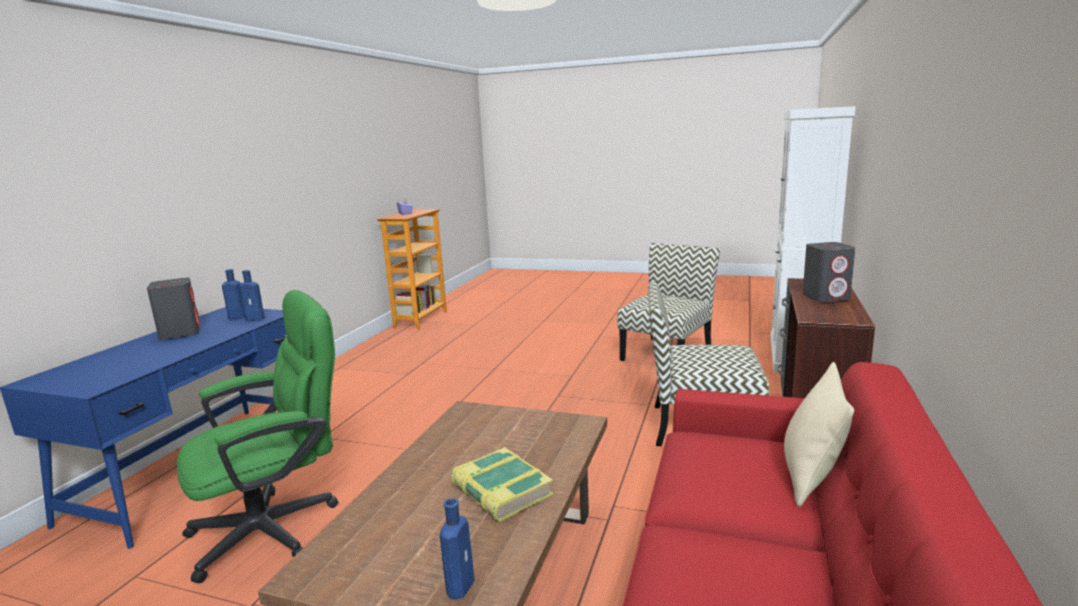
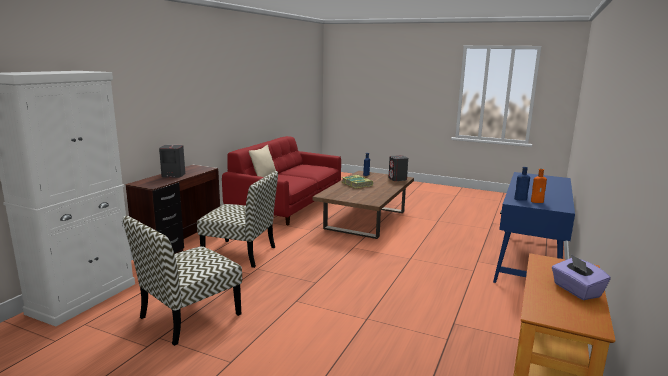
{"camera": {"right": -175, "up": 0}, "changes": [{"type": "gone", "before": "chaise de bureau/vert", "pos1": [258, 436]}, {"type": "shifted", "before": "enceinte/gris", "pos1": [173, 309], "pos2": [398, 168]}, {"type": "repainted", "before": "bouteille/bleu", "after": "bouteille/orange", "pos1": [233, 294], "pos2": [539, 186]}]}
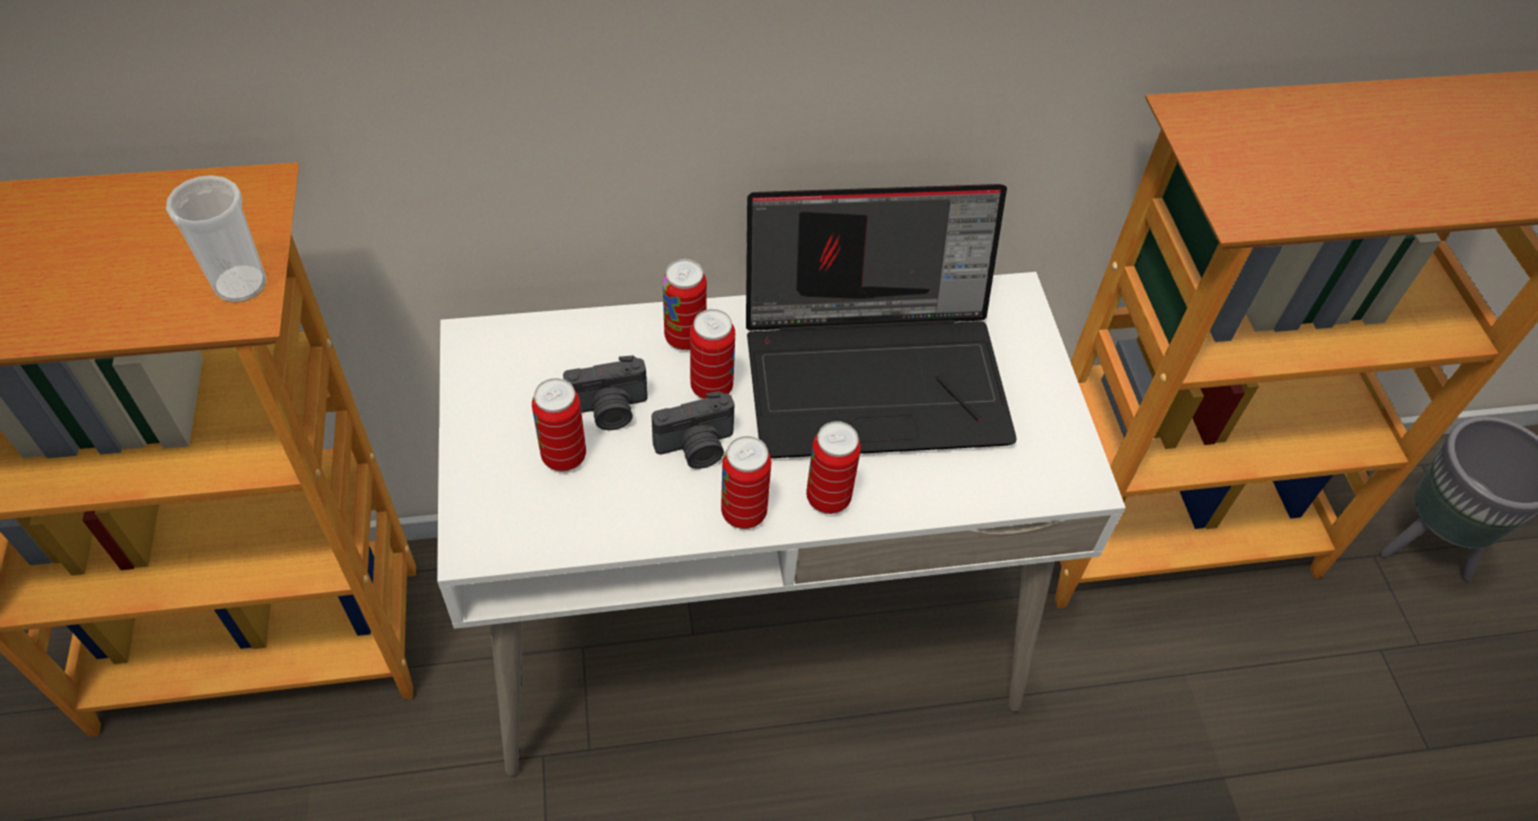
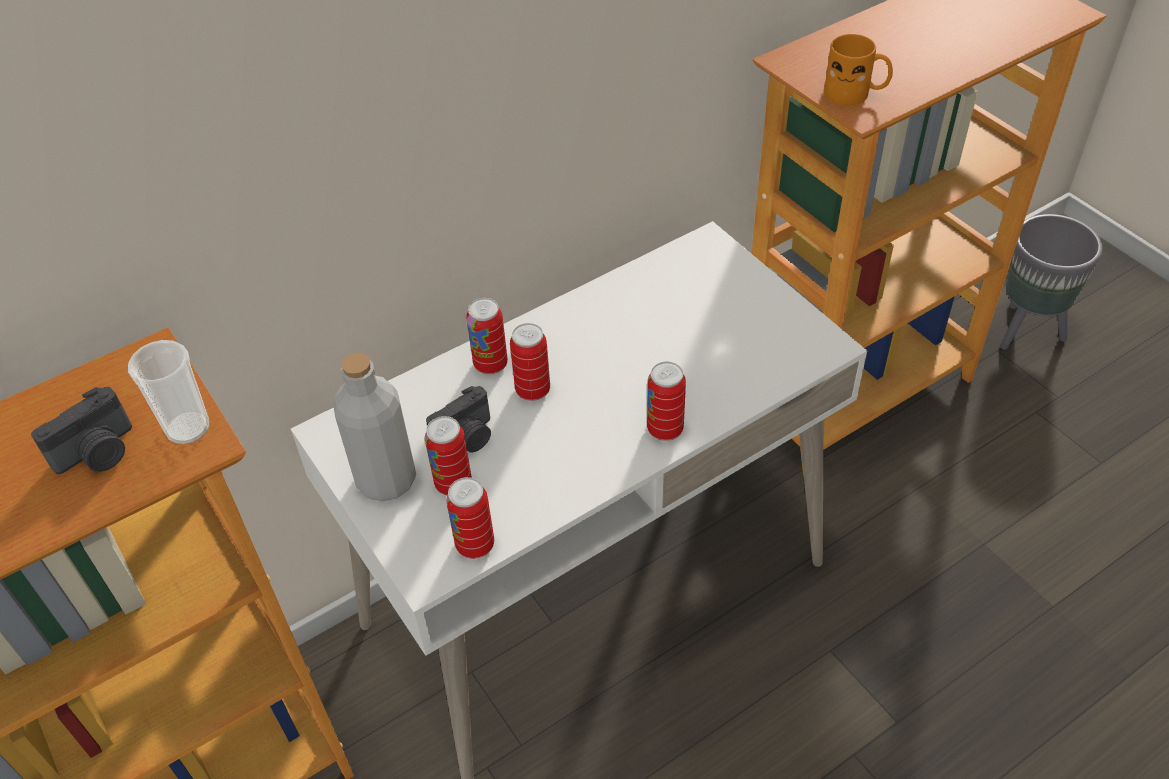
{"camera": {"right": -20, "up": -5}, "changes": [{"type": "gone", "before": "ordinateur portable", "pos1": [881, 321]}, {"type": "new", "after": "bouteille/gris", "pos2": [374, 427]}, {"type": "new", "after": "mug/orange", "pos2": [858, 70]}, {"type": "shifted", "before": "appareil photo", "pos1": [692, 430], "pos2": [81, 430]}, {"type": "shifted", "before": "boîte métallique", "pos1": [746, 482], "pos2": [470, 518]}]}
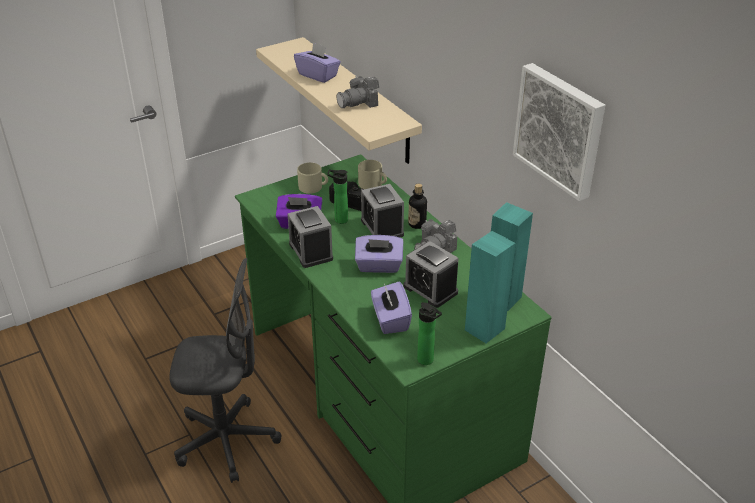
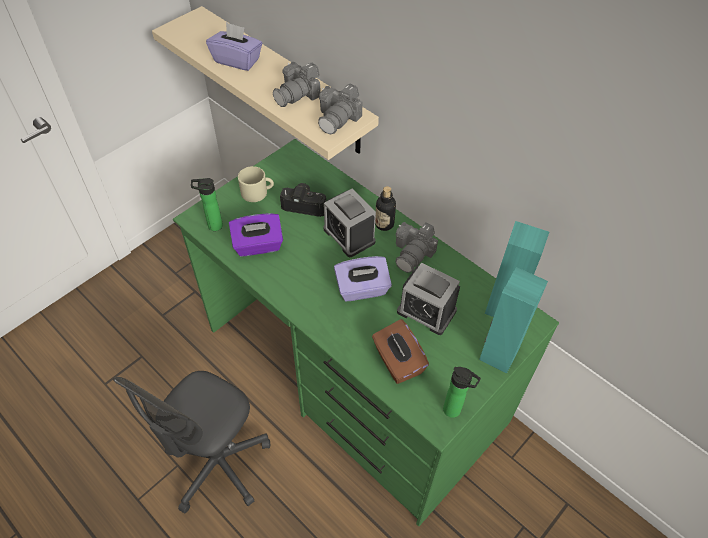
{"camera": {"right": -15, "up": 15}, "changes": [{"type": "gone", "before": "réveil", "pos1": [310, 237]}, {"type": "gone", "before": "mug/beige", "pos1": [372, 174]}, {"type": "gone", "before": "tableau", "pos1": [559, 132]}, {"type": "new", "after": "appareil photo", "pos2": [340, 108]}, {"type": "shifted", "before": "bouteille", "pos1": [337, 196], "pos2": [207, 204]}, {"type": "repainted", "before": "boîte à mouchoirs/violet", "after": "boîte à mouchoirs/marron", "pos1": [391, 308], "pos2": [400, 351]}, {"type": "rotated", "before": "chaise de bureau/gris", "pos1": [225, 370], "pos2": [191, 442], "turn": 135}]}
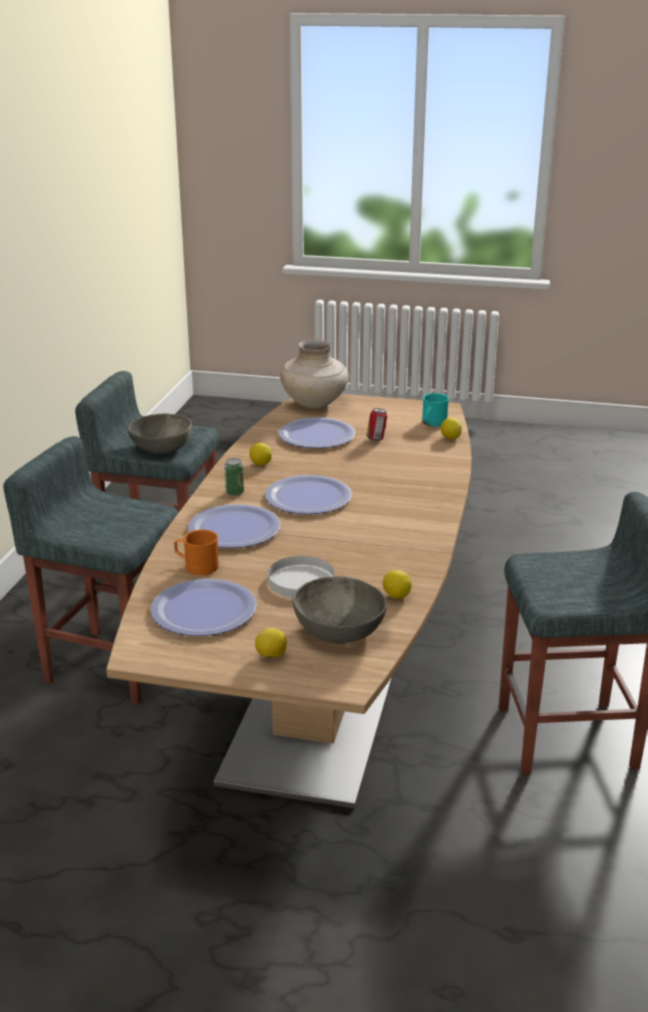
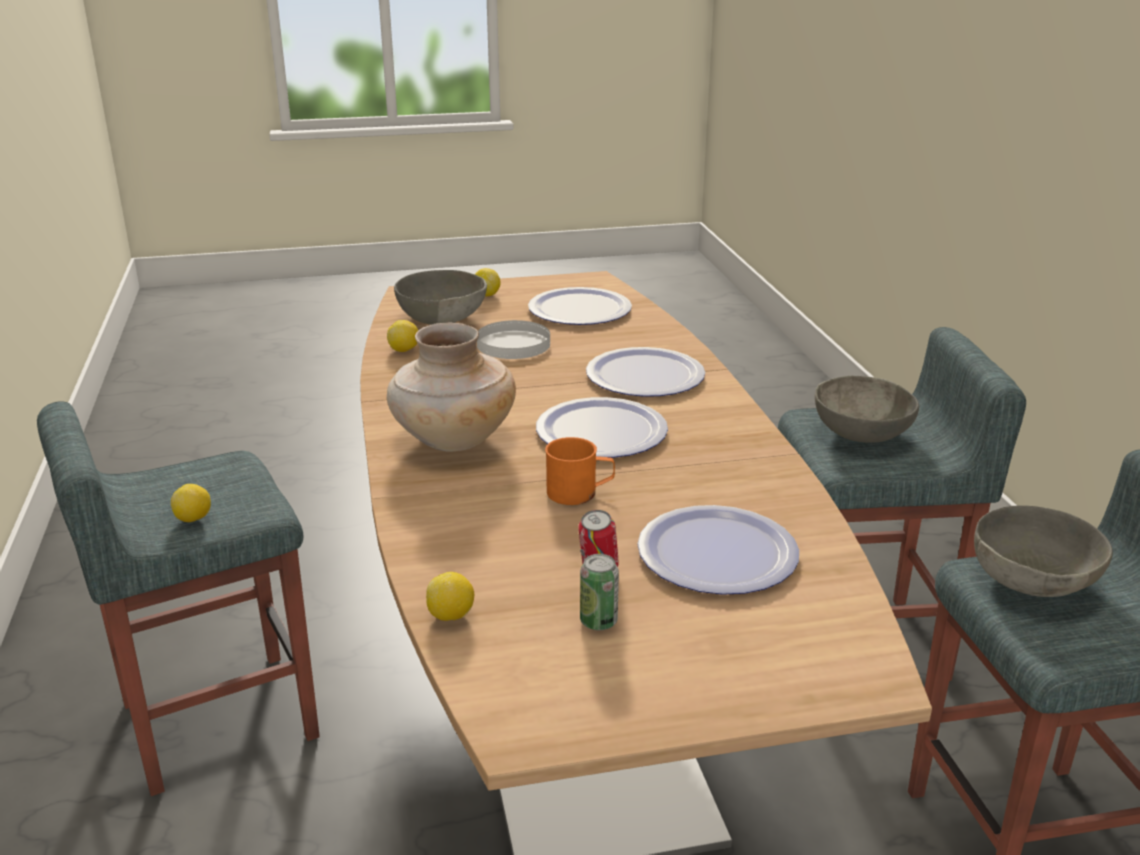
{"camera": {"right": 155, "up": 0}, "changes": [{"type": "gone", "before": "mug/turquoise", "pos1": [435, 410]}, {"type": "new", "after": "bol/gris", "pos2": [867, 408]}, {"type": "shifted", "before": "mug/orange", "pos1": [196, 552], "pos2": [580, 471]}, {"type": "shifted", "before": "boîte métallique", "pos1": [234, 477], "pos2": [599, 592]}, {"type": "shifted", "before": "citron", "pos1": [260, 454], "pos2": [191, 503]}, {"type": "shifted", "before": "vase/beige", "pos1": [314, 374], "pos2": [451, 387]}]}
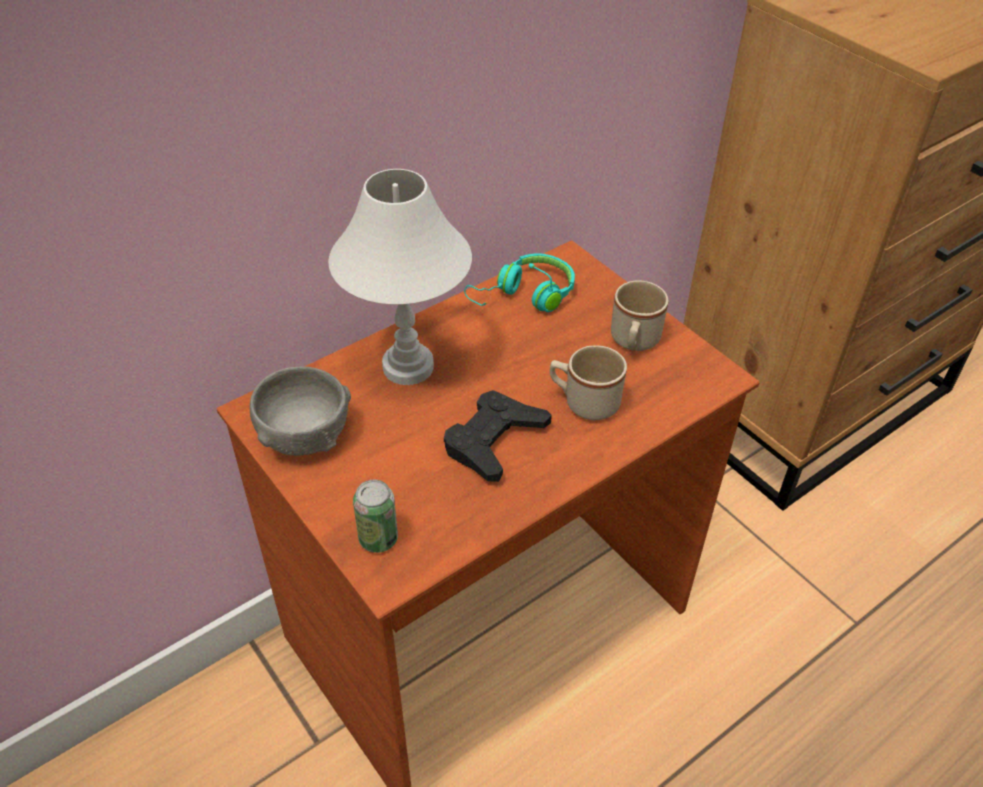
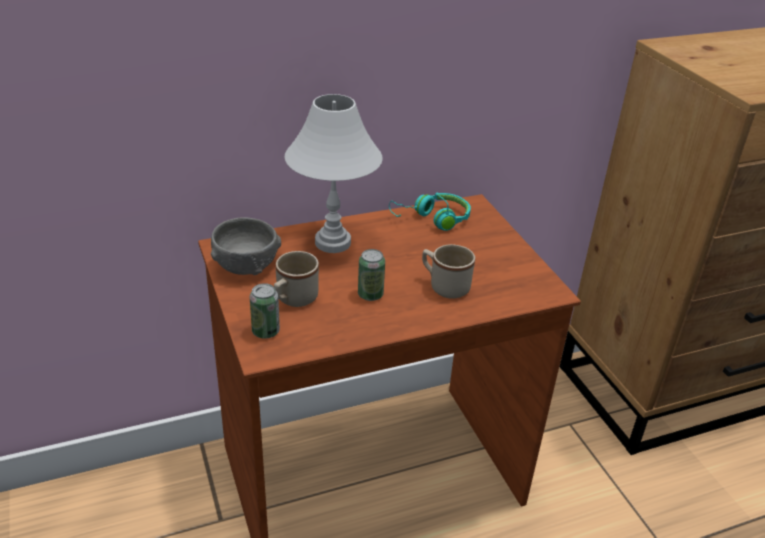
{"camera": {"right": 15, "up": -10}, "changes": [{"type": "shifted", "before": "mug/beige", "pos1": [639, 315], "pos2": [296, 279]}, {"type": "swapped", "before": "manette/noir", "after": "boîte métallique", "pos1": [498, 436], "pos2": [371, 275]}]}
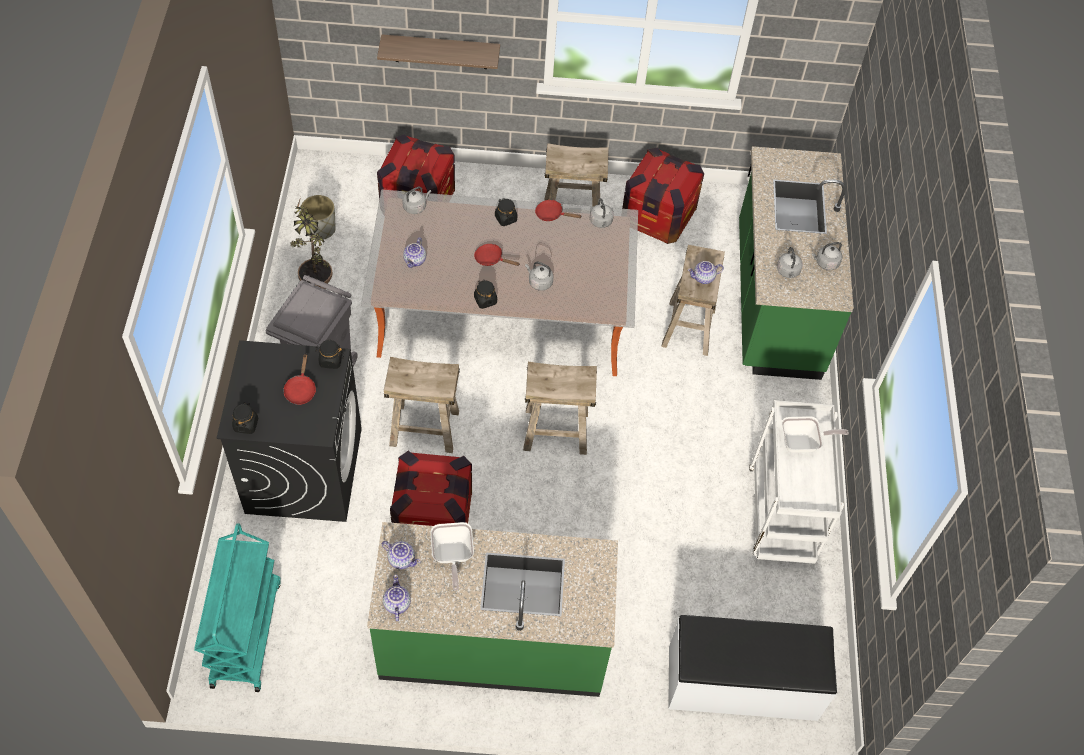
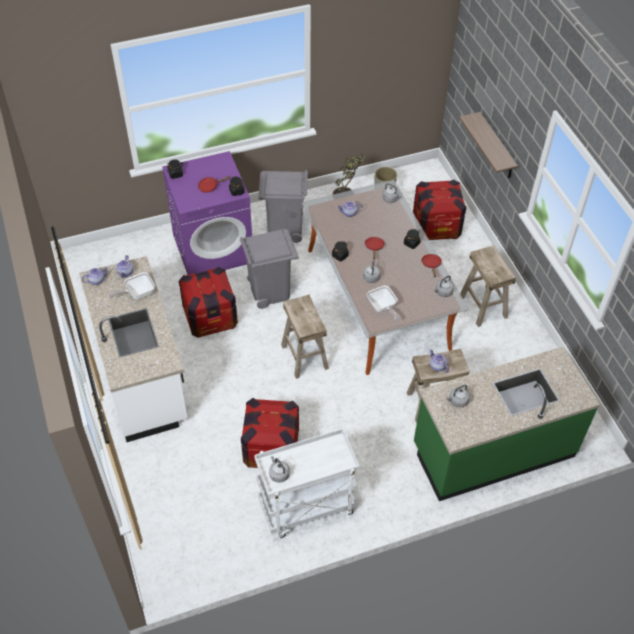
{"camera": {"right": 70, "up": -5}, "changes": [{"type": "gone", "before": "chariot/turquoise", "pos1": [237, 607]}, {"type": "gone", "before": "banc/blanc", "pos1": [752, 668]}, {"type": "shifted", "before": "caisse", "pos1": [663, 196], "pos2": [270, 433]}, {"type": "shifted", "before": "poêle", "pos1": [815, 434], "pos2": [383, 303]}, {"type": "shifted", "before": "bouilloire/gris", "pos1": [827, 256], "pos2": [279, 469]}, {"type": "swapped", "before": "tabouret/beige", "after": "poubelle/gris", "pos1": [422, 405], "pos2": [269, 269]}, {"type": "repainted", "before": "lave-linge/noir", "after": "lave-linge/violet", "pos1": [289, 431], "pos2": [207, 213]}, {"type": "repainted", "before": "comptoir de cuisine/vert", "after": "comptoir de cuisine/blanc", "pos1": [492, 609], "pos2": [133, 349]}]}
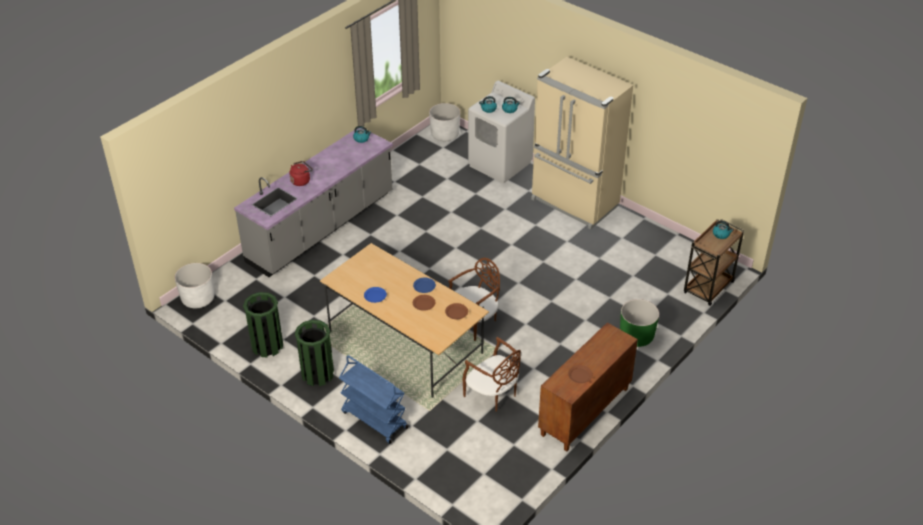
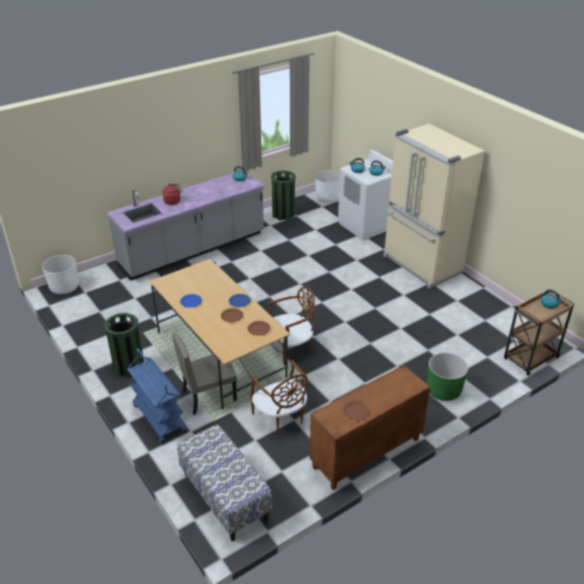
{"camera": {"right": 15, "up": -5}, "changes": [{"type": "new", "after": "chaise/beige", "pos2": [204, 374]}, {"type": "new", "after": "banc", "pos2": [224, 482]}, {"type": "shifted", "before": "poubelle/vert", "pos1": [263, 324], "pos2": [283, 195]}]}
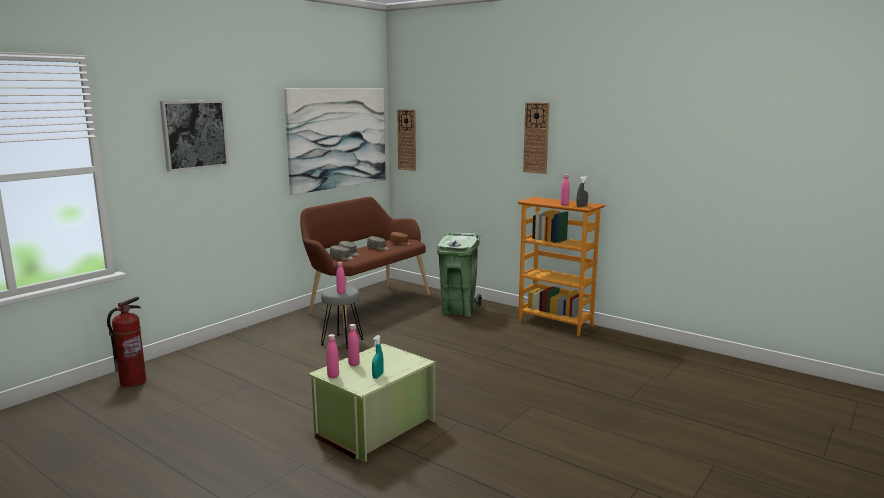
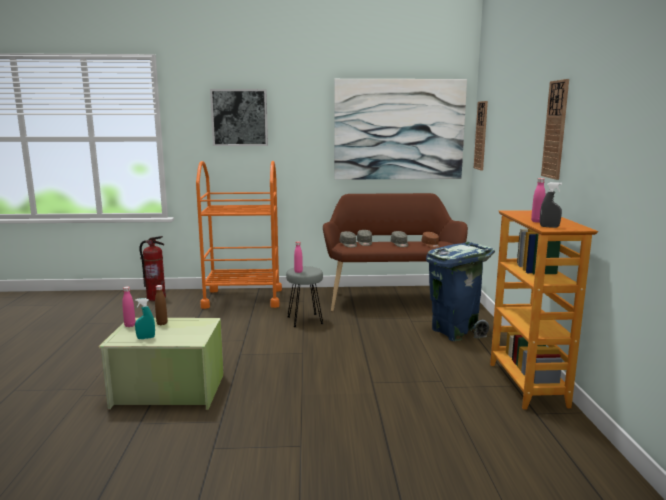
{"camera": {"right": 50, "up": 0}, "changes": [{"type": "new", "after": "chariot/orange", "pos2": [239, 235]}, {"type": "repainted", "before": "bouteille/rose", "after": "bouteille/marron", "pos1": [354, 345], "pos2": [161, 305]}, {"type": "repainted", "before": "poubelle/vert", "after": "poubelle/bleu", "pos1": [459, 275], "pos2": [460, 291]}]}
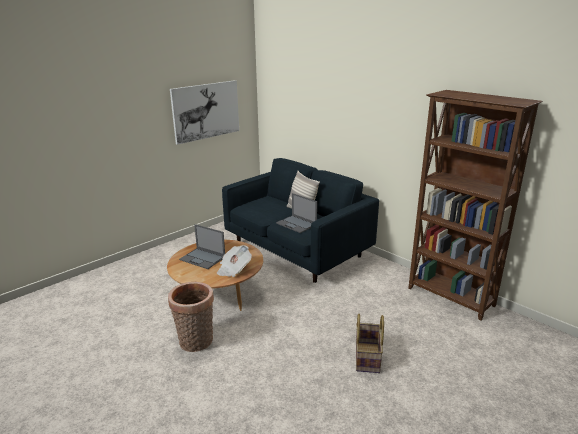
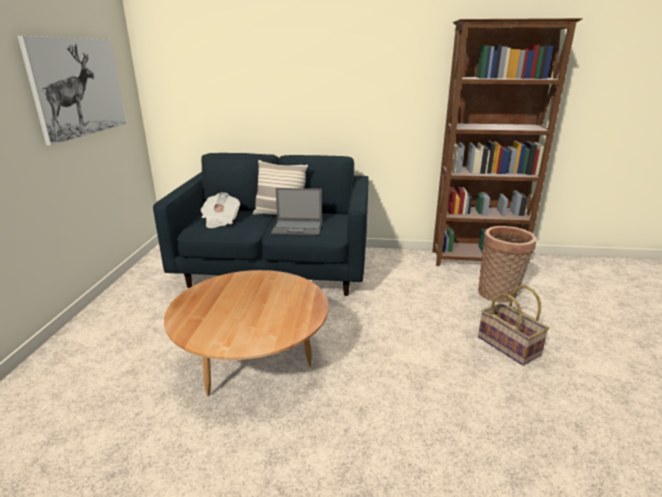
{"camera": {"right": -40, "up": 0}, "changes": [{"type": "gone", "before": "ordinateur portable", "pos1": [202, 246]}, {"type": "shifted", "before": "panier", "pos1": [191, 317], "pos2": [507, 264]}, {"type": "shifted", "before": "journal", "pos1": [234, 261], "pos2": [220, 210]}]}
